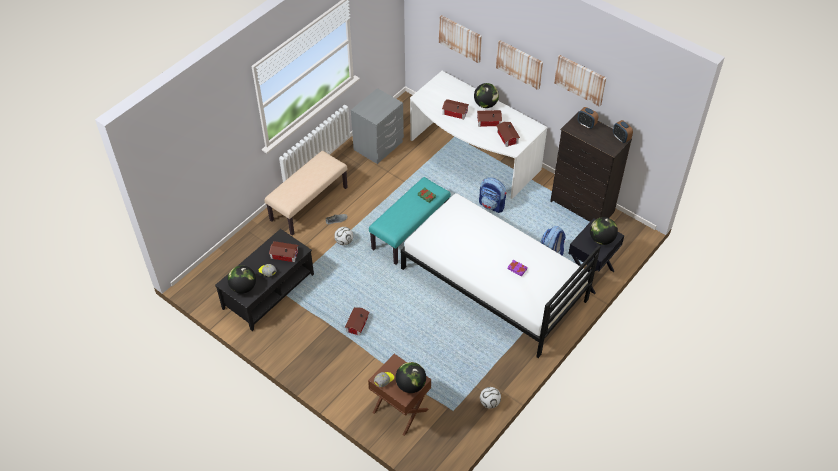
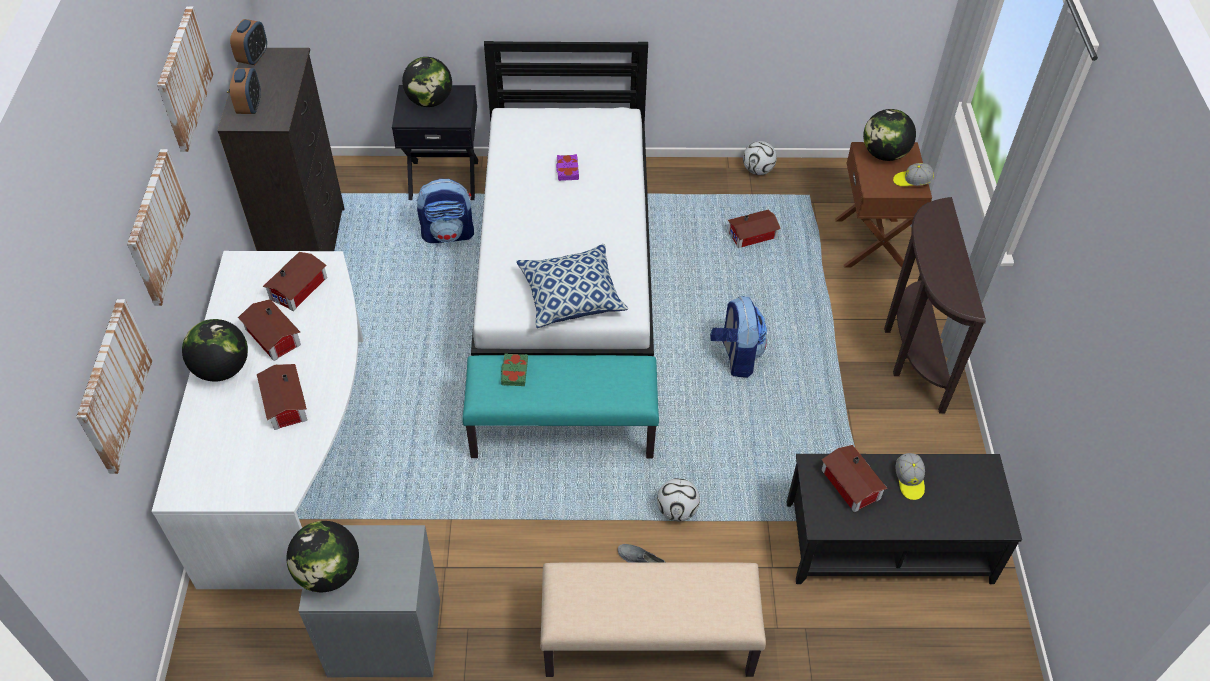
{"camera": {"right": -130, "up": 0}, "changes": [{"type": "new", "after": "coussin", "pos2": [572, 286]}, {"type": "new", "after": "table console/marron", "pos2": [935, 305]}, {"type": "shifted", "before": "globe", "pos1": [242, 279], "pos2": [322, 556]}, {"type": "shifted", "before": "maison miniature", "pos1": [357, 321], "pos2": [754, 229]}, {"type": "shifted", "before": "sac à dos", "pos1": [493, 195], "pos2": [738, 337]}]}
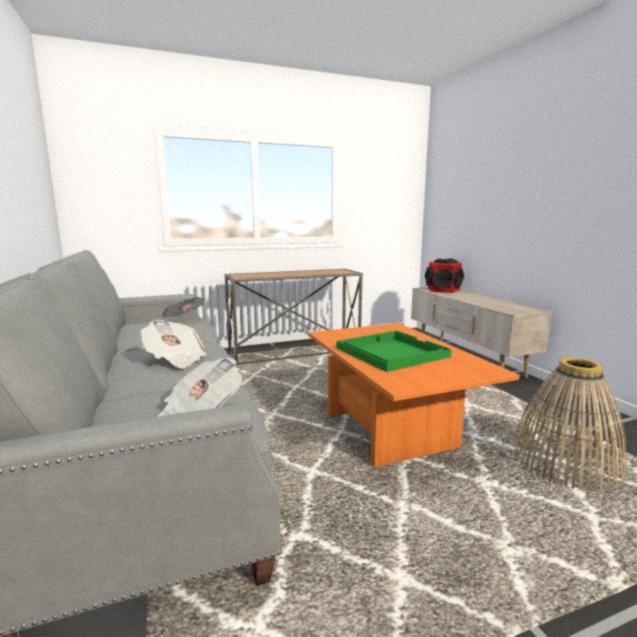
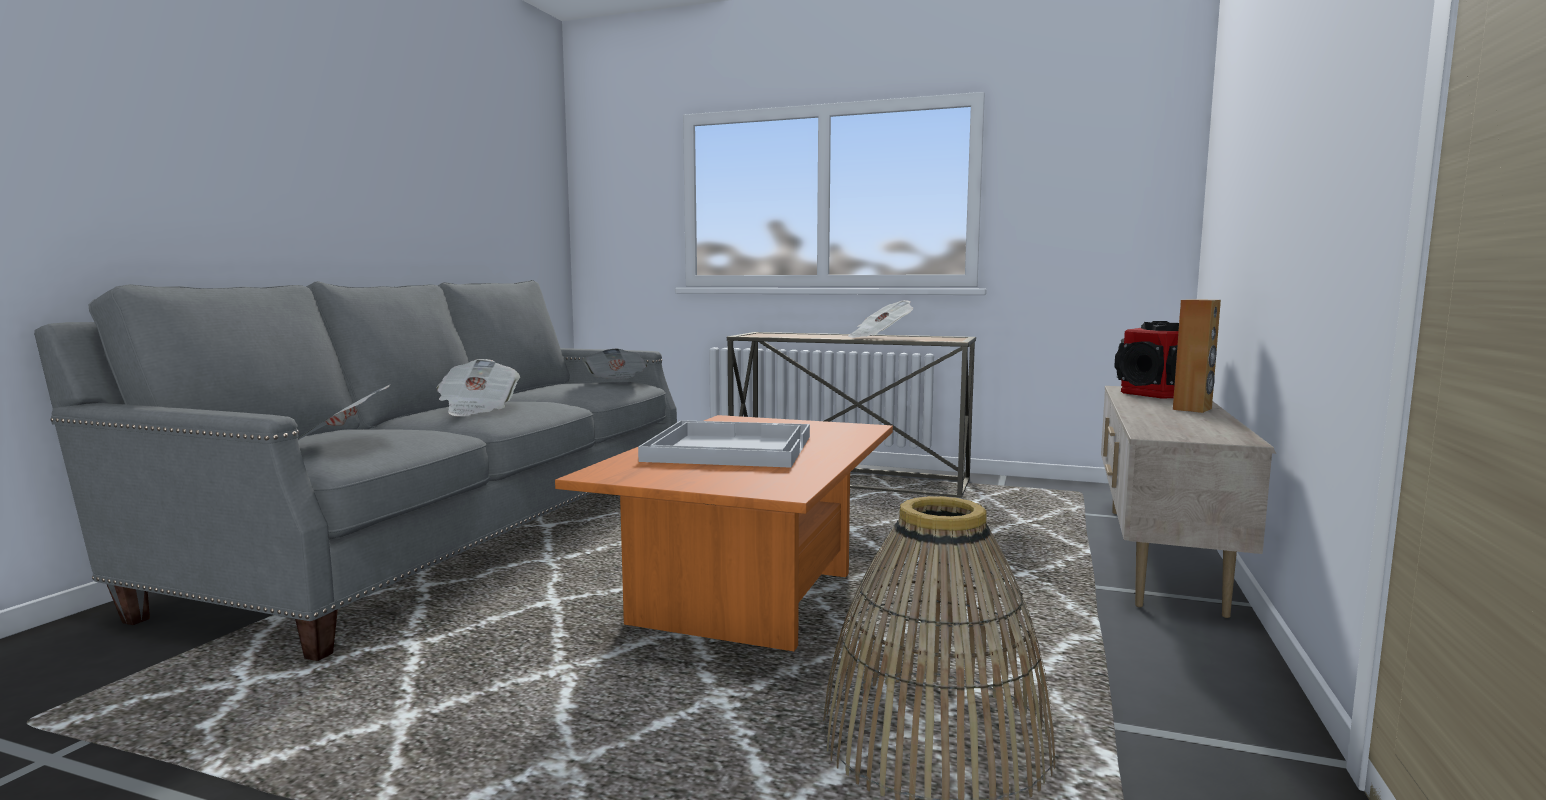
{"camera": {"right": 40, "up": -5}, "changes": [{"type": "new", "after": "journal", "pos2": [880, 319]}, {"type": "new", "after": "enceinte/marron", "pos2": [1197, 356]}, {"type": "repainted", "before": "plateau/vert", "after": "plateau/blanc", "pos1": [394, 351], "pos2": [724, 444]}]}
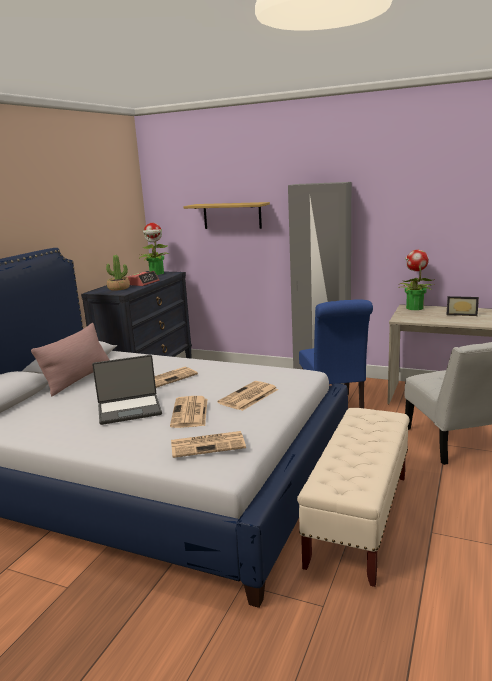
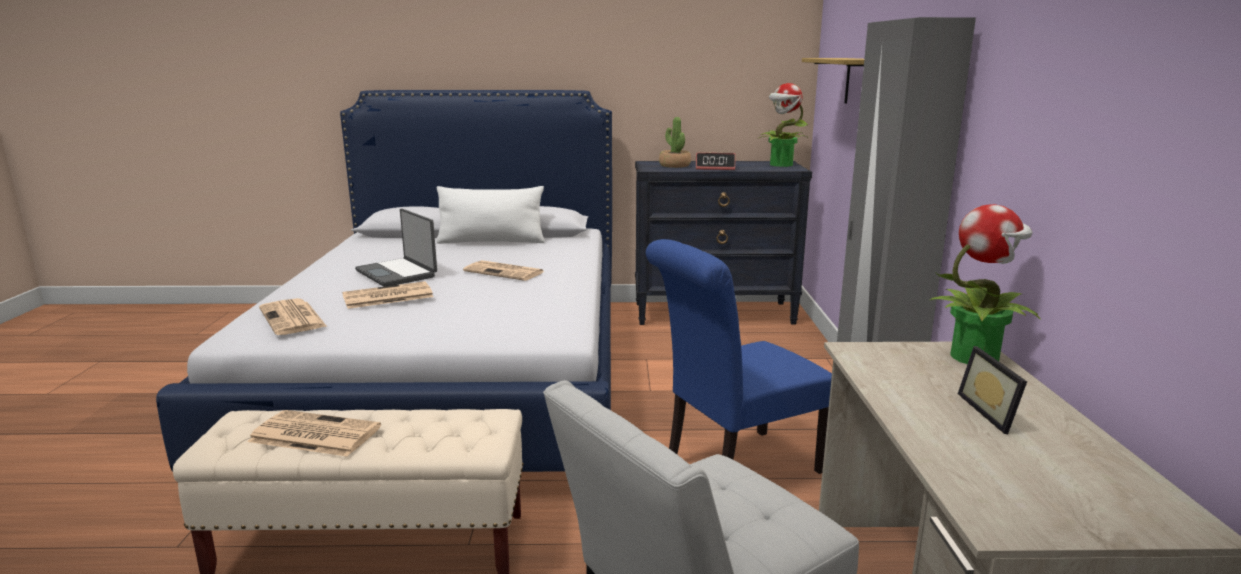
{"camera": {"right": 65, "up": 0}, "changes": [{"type": "shifted", "before": "journal", "pos1": [248, 396], "pos2": [314, 433]}, {"type": "repainted", "before": "coussin/rose", "after": "coussin/blanc", "pos1": [70, 359], "pos2": [490, 215]}]}
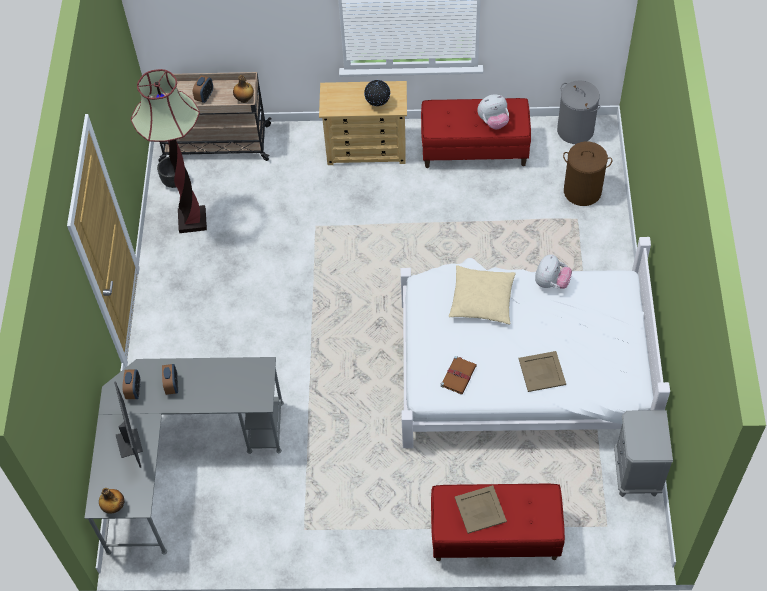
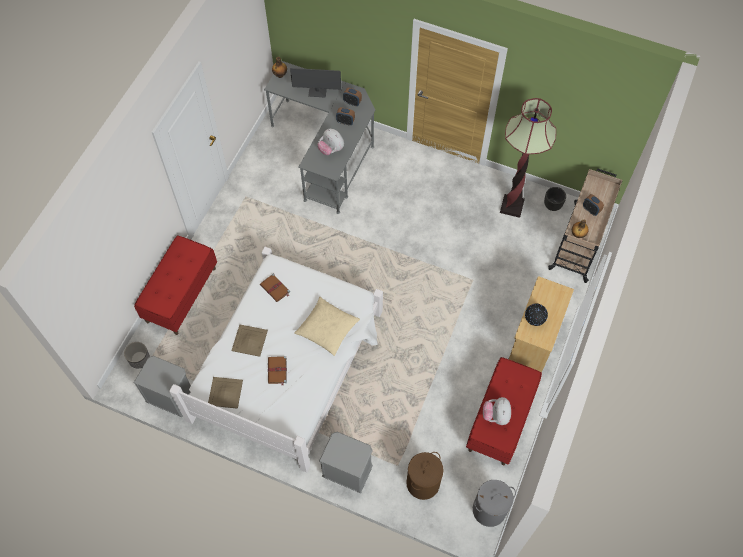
{"camera": {"right": 110, "up": 5}, "changes": [{"type": "new", "after": "cache-pot", "pos2": [137, 355]}, {"type": "new", "after": "livre/marron", "pos2": [277, 371]}, {"type": "new", "after": "table de chevet/gris", "pos2": [346, 462]}, {"type": "shifted", "before": "plateau/beige", "pos1": [481, 509], "pos2": [225, 393]}, {"type": "shifted", "before": "peluche", "pos1": [553, 272], "pos2": [330, 142]}]}
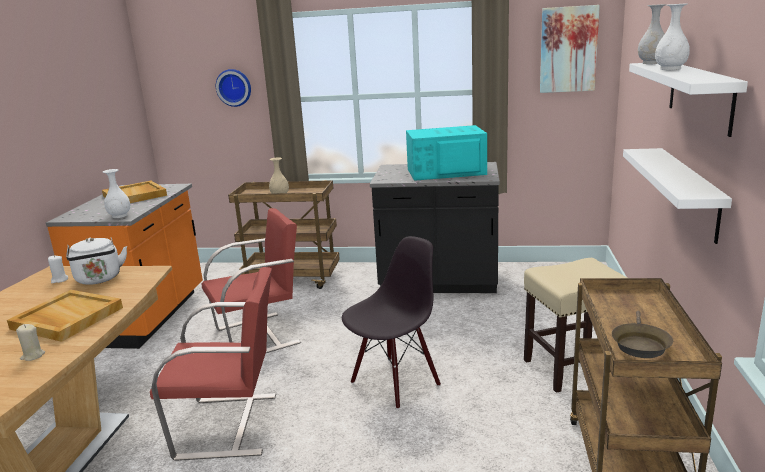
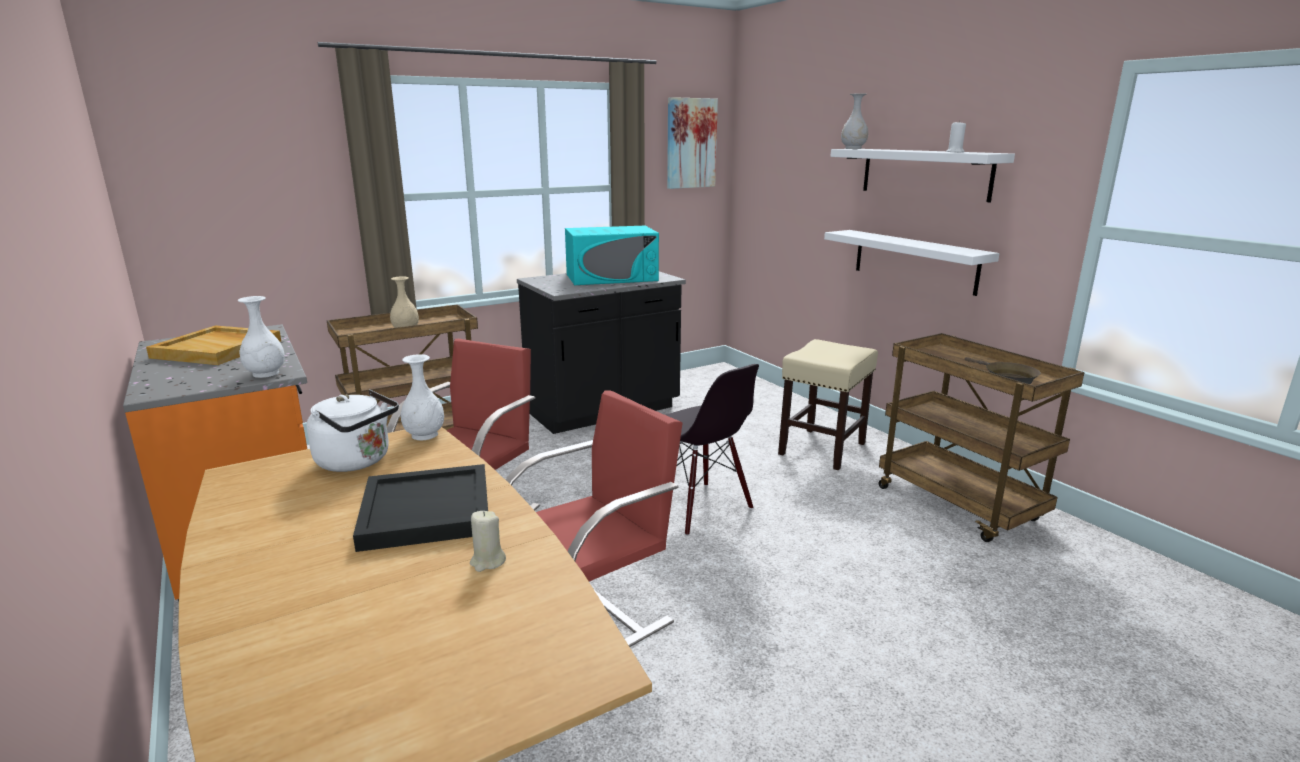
{"camera": {"right": -40, "up": 0}, "changes": [{"type": "gone", "before": "horloge murale", "pos1": [233, 88]}, {"type": "shifted", "before": "bougie/blanc", "pos1": [58, 269], "pos2": [956, 137]}, {"type": "shifted", "before": "vase/blanc", "pos1": [672, 36], "pos2": [422, 397]}, {"type": "repainted", "before": "plateau/beige", "after": "plateau/noir", "pos1": [65, 316], "pos2": [420, 508]}, {"type": "rotated", "before": "chaise/noir", "pos1": [391, 322], "pos2": [712, 450], "turn": 135}, {"type": "rotated", "before": "micro-ondes/turquoise", "pos1": [446, 153], "pos2": [612, 255], "turn": -150}]}
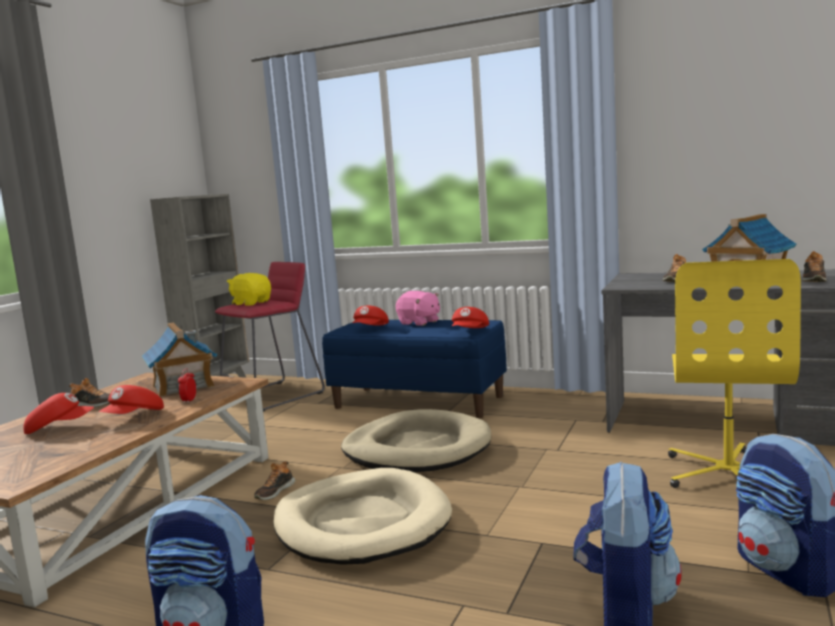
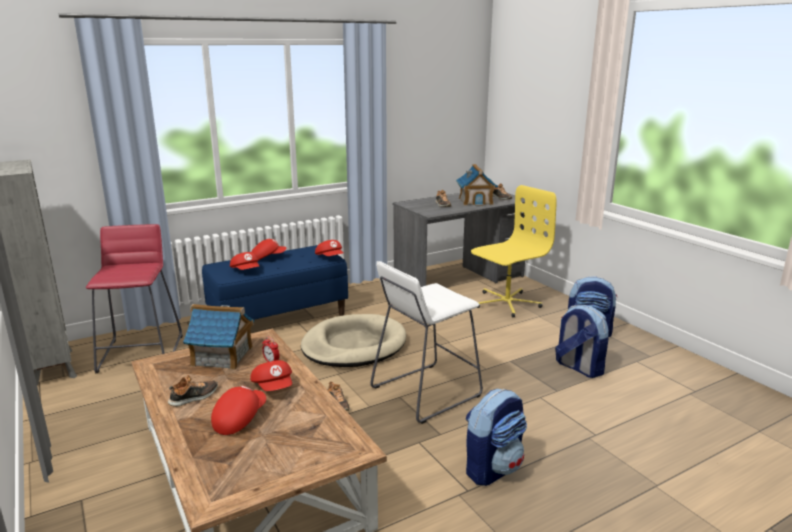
{"camera": {"right": -55, "up": 10}, "changes": [{"type": "gone", "before": "peluche/jaune", "pos1": [249, 289]}, {"type": "swapped", "before": "panier pour chien/beige", "after": "tabouret/blanc", "pos1": [362, 516], "pos2": [426, 342]}, {"type": "swapped", "before": "peluche/rose", "after": "casquette/rouge", "pos1": [418, 308], "pos2": [268, 249]}, {"type": "rotated", "before": "chaise de bureau/jaune", "pos1": [734, 373], "pos2": [514, 251], "turn": -90}]}
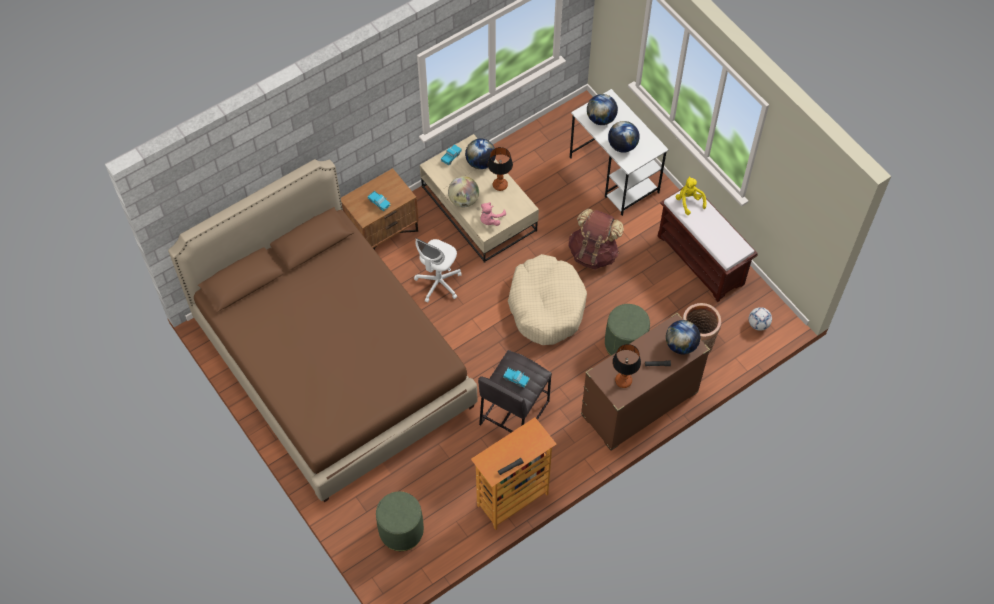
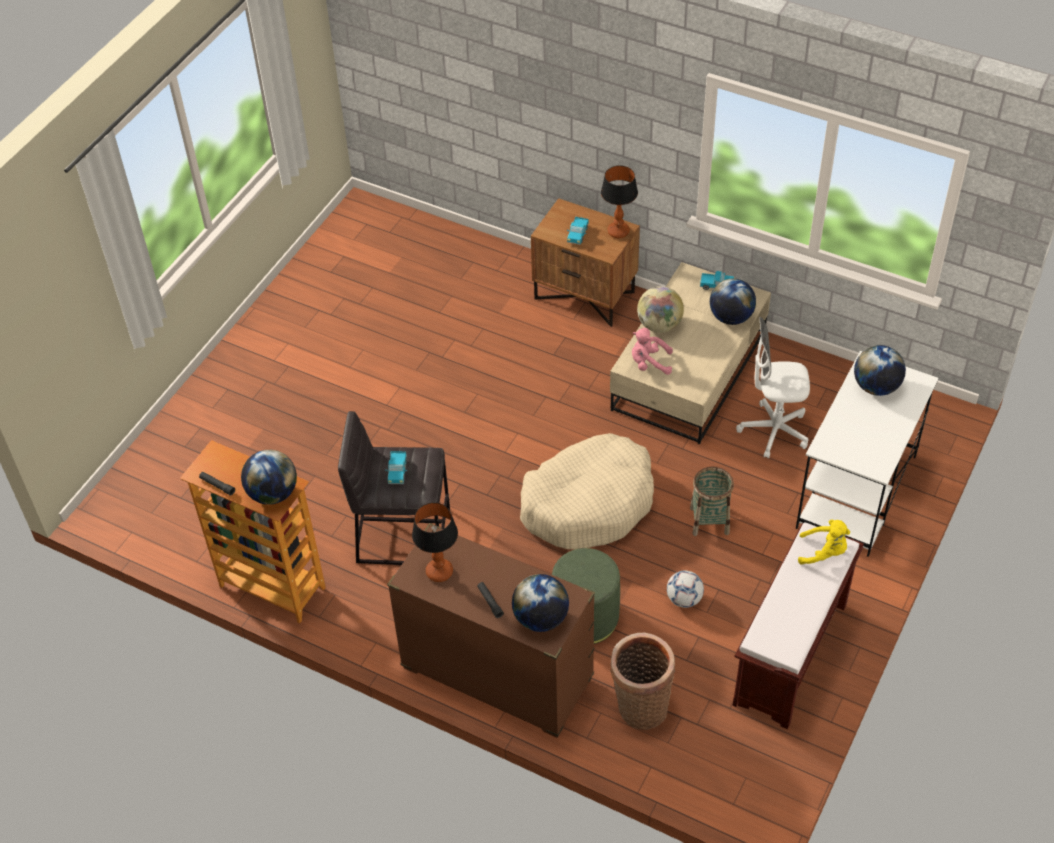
{"camera": {"right": 65, "up": -10}, "changes": [{"type": "gone", "before": "lit/marron", "pos1": [323, 331]}, {"type": "gone", "before": "pouf/vert", "pos1": [400, 521]}, {"type": "shifted", "before": "chaise de bureau/blanc", "pos1": [438, 270], "pos2": [773, 388]}, {"type": "shifted", "before": "lampe de table", "pos1": [500, 169], "pos2": [619, 202]}, {"type": "shifted", "before": "globe", "pos1": [623, 137], "pos2": [269, 477]}, {"type": "shifted", "before": "ballon de foot", "pos1": [760, 319], "pos2": [685, 589]}, {"type": "swapped", "before": "sac à dos/marron", "after": "panier", "pos1": [596, 239], "pos2": [712, 501]}, {"type": "rotated", "before": "peluche/jaune", "pos1": [691, 196], "pos2": [824, 542], "turn": 60}]}
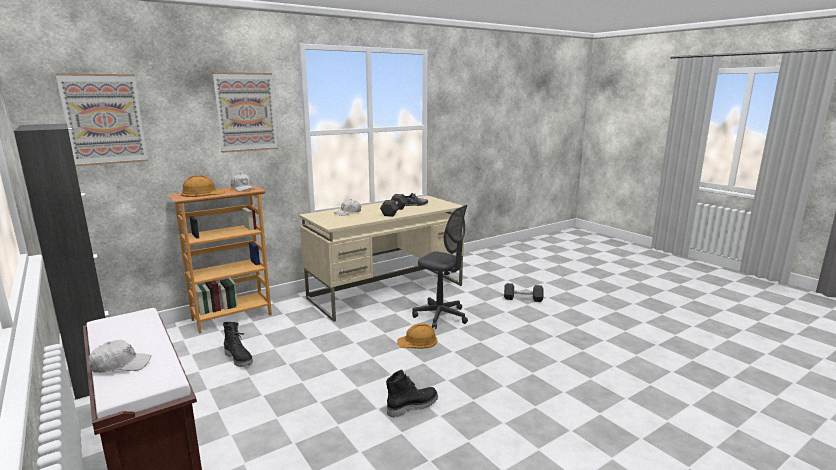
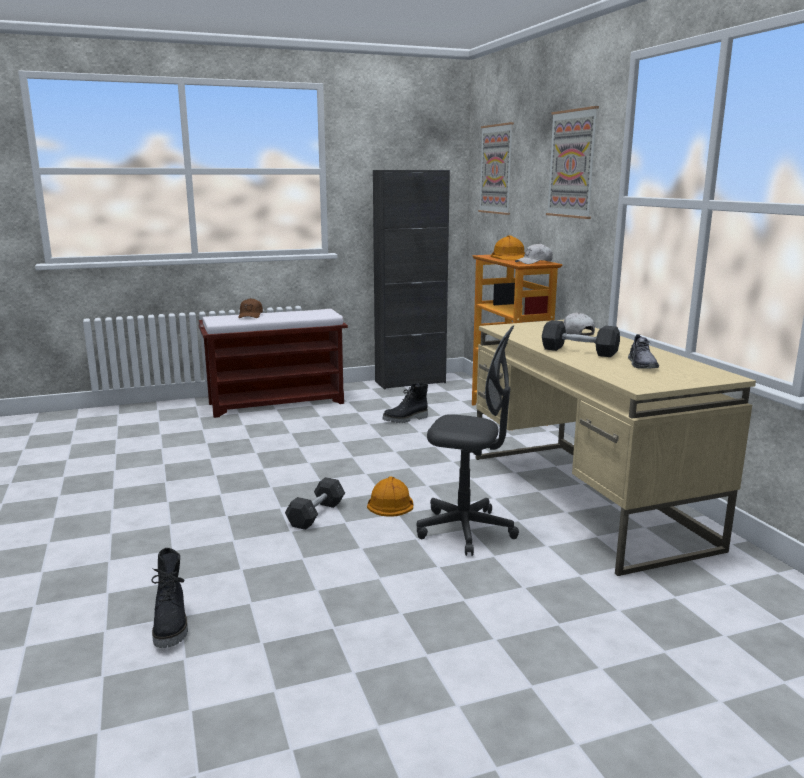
{"camera": {"right": 105, "up": 0}, "changes": [{"type": "shifted", "before": "botte/noir", "pos1": [412, 394], "pos2": [169, 598]}, {"type": "shifted", "before": "haltère/gris", "pos1": [524, 292], "pos2": [315, 503]}, {"type": "repainted", "before": "casquette/blanc", "after": "casquette/marron", "pos1": [120, 356], "pos2": [250, 308]}, {"type": "rotated", "before": "chaise de bureau/gris", "pos1": [440, 267], "pos2": [468, 440], "turn": -120}]}
